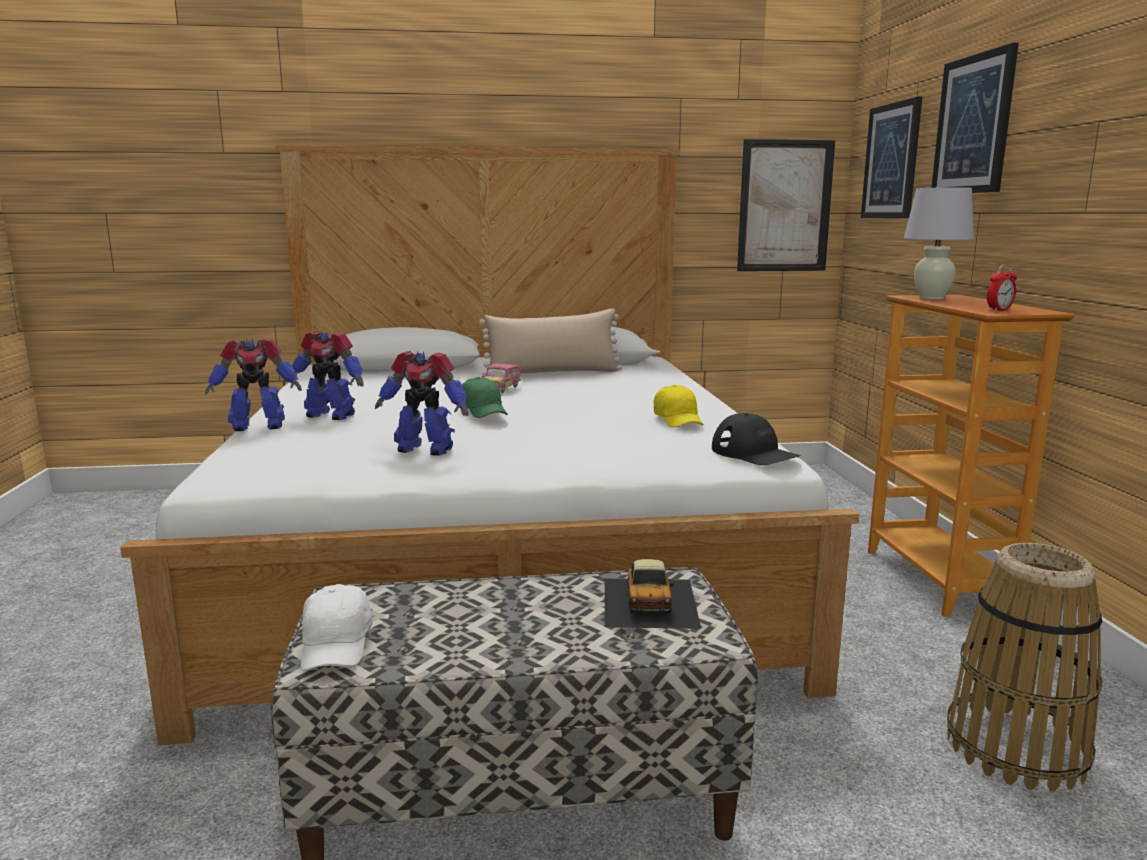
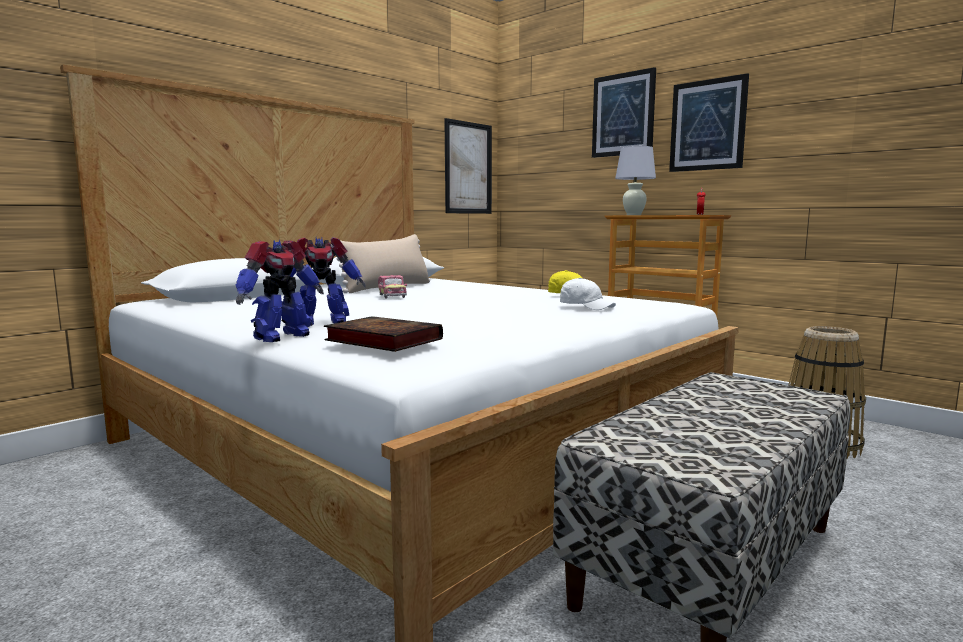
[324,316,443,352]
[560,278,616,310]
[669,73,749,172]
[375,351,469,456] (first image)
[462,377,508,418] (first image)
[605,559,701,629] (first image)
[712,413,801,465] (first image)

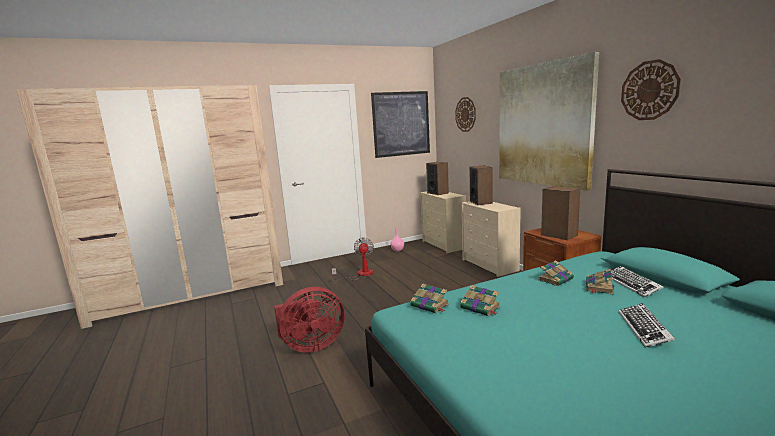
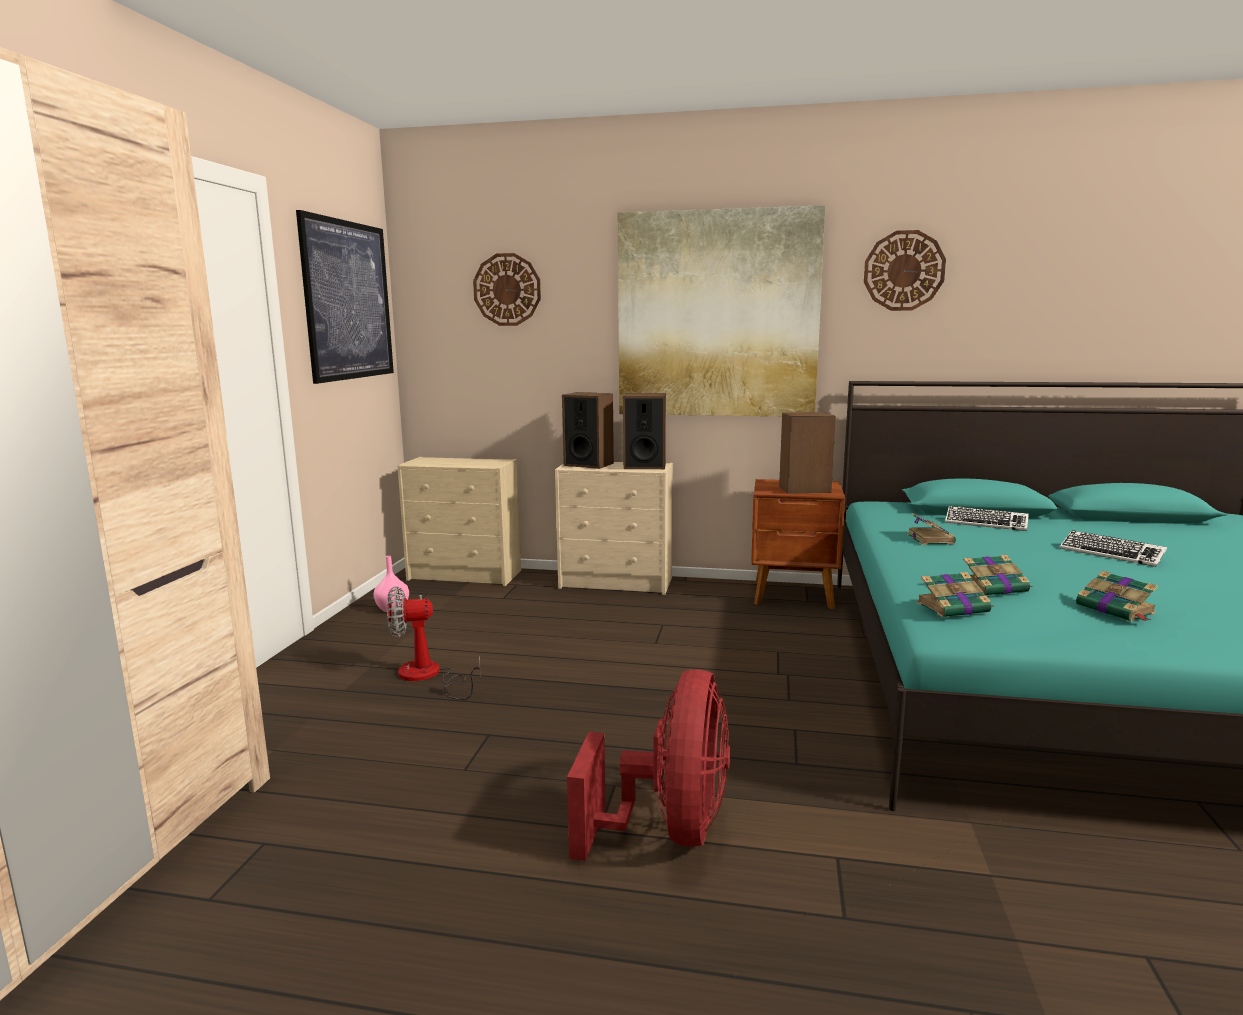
[387,586,481,700]
[623,393,666,469]
[1076,571,1158,622]

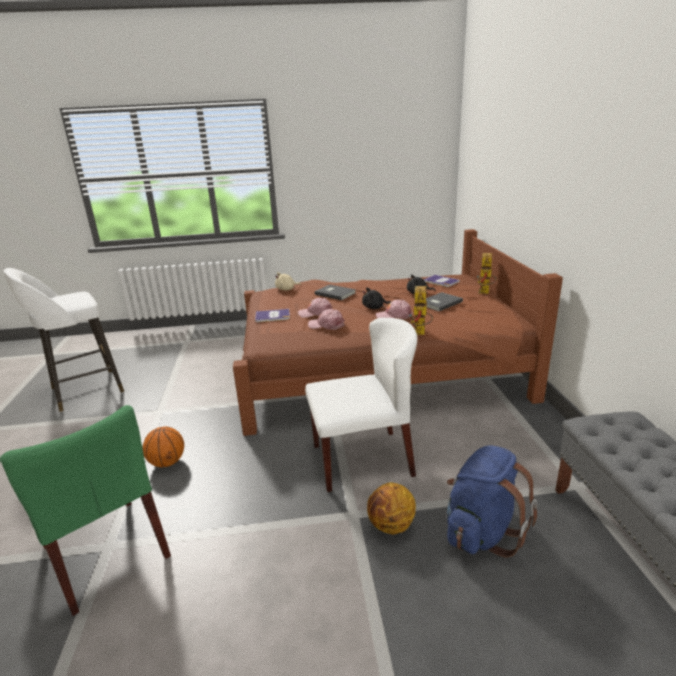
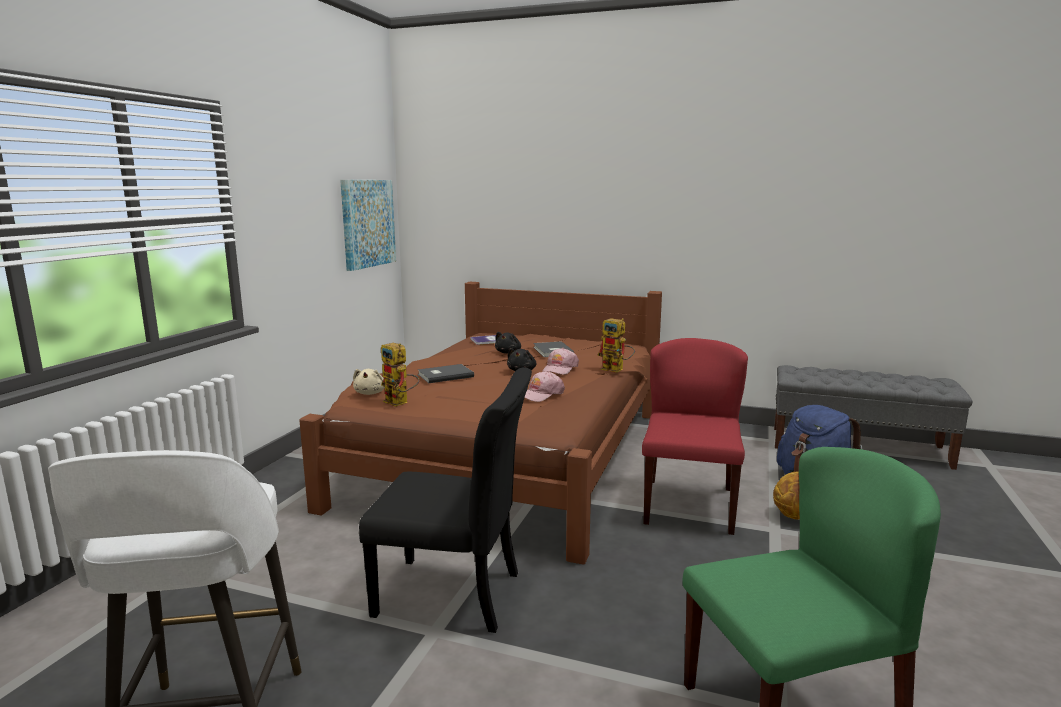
[340,180,396,271]
[359,367,532,633]
[381,343,419,406]
[642,338,748,535]
[143,426,184,467] (first image)
[255,309,290,322] (first image)
[298,298,333,318] (first image)

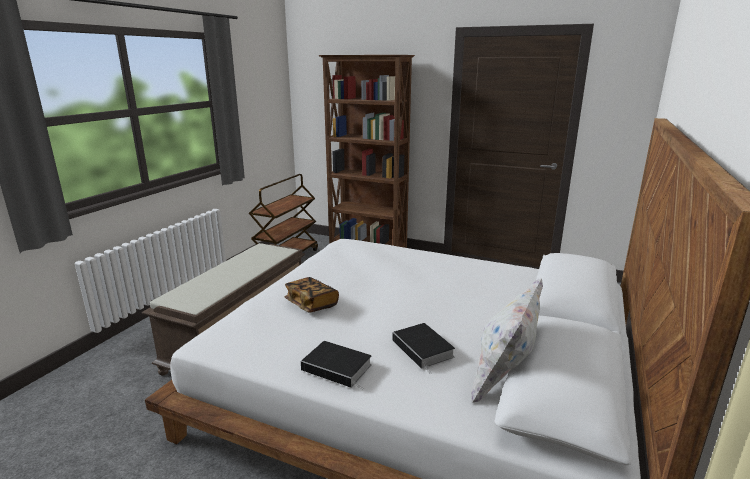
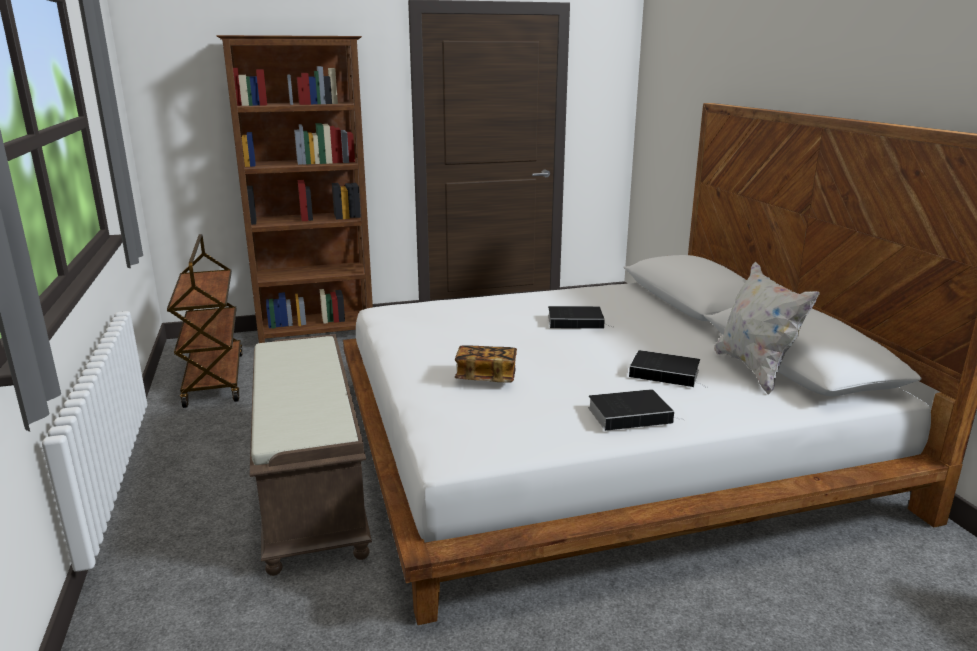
[548,306,613,329]

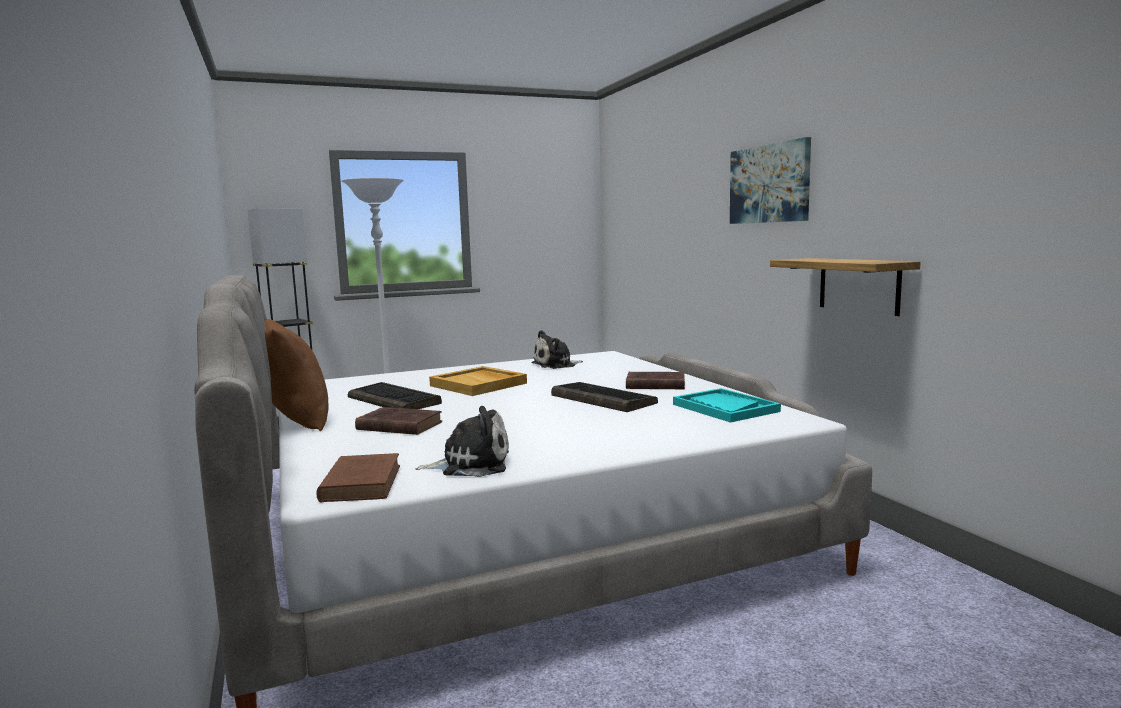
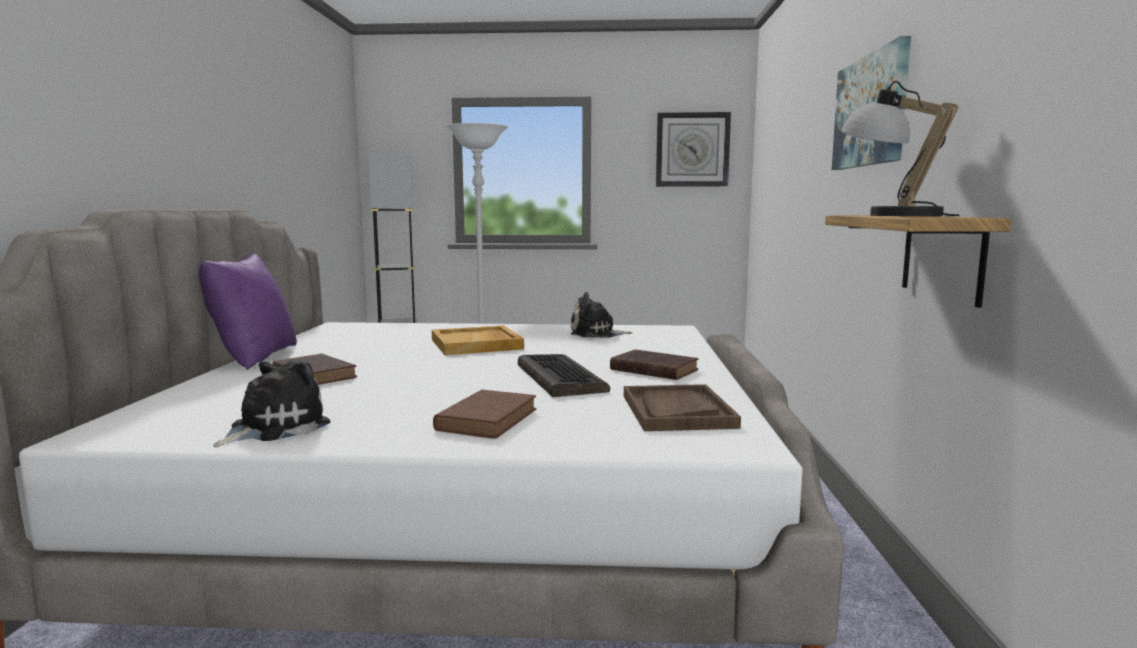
[199,254,297,370]
[213,360,330,447]
[433,389,536,439]
[624,384,741,431]
[656,112,731,187]
[841,81,959,216]
[348,382,442,409] (first image)

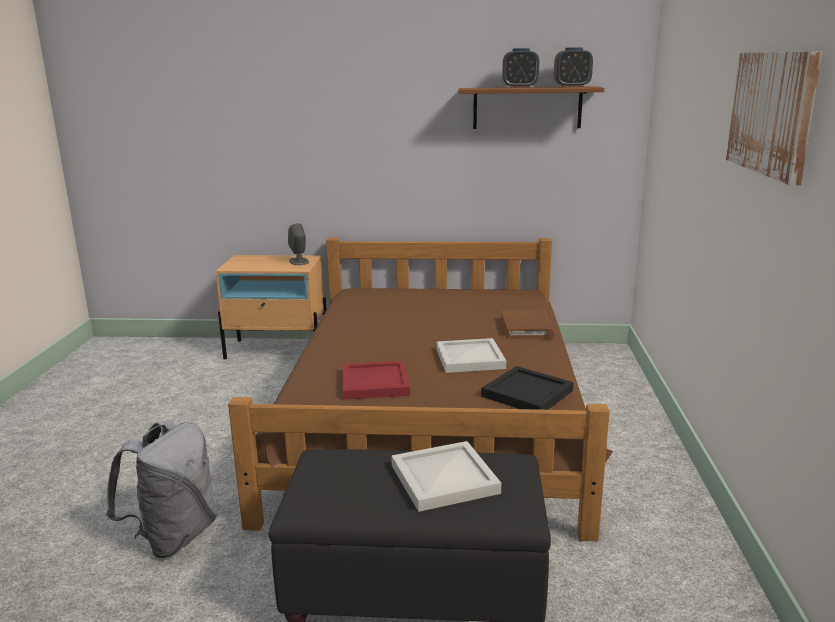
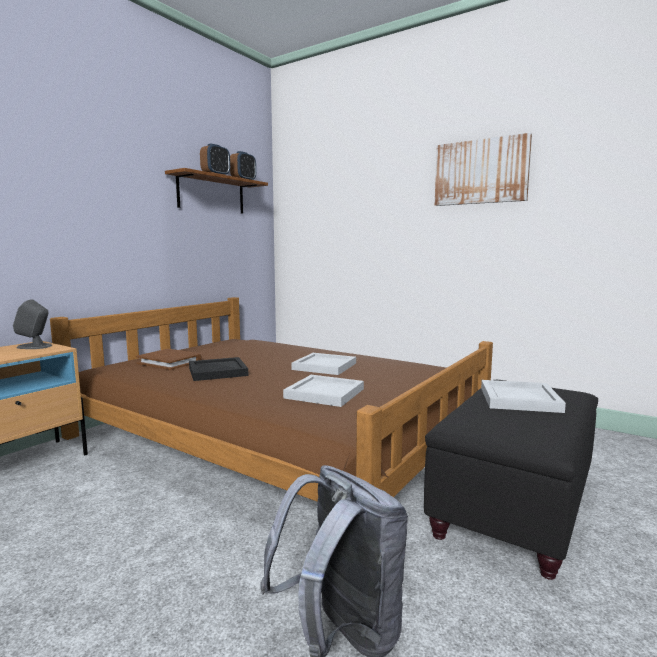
[136,349,202,370]
[189,357,248,381]
[283,375,364,407]

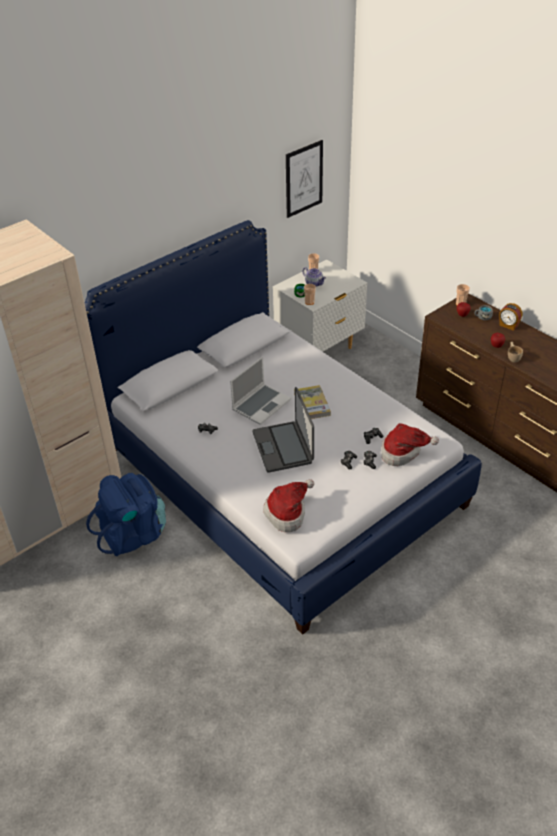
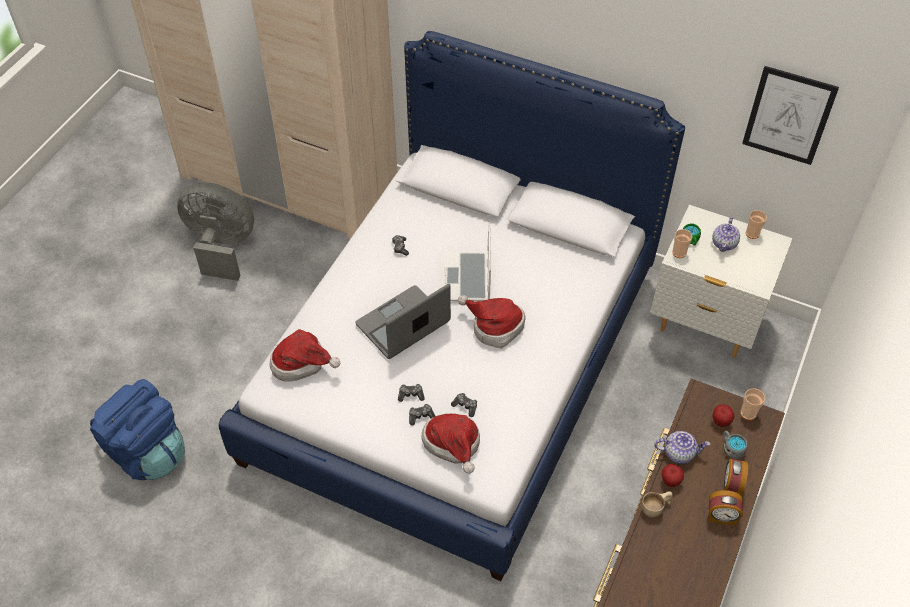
[90,379,185,480]
[177,182,254,281]
[443,222,491,301]
[458,295,526,349]
[654,431,710,464]
[709,490,743,525]

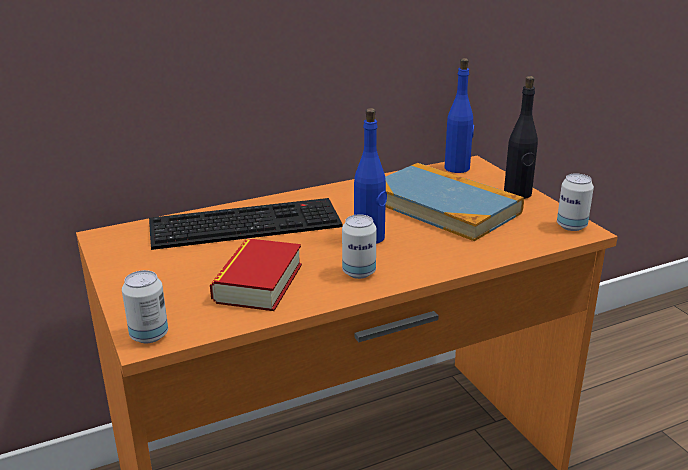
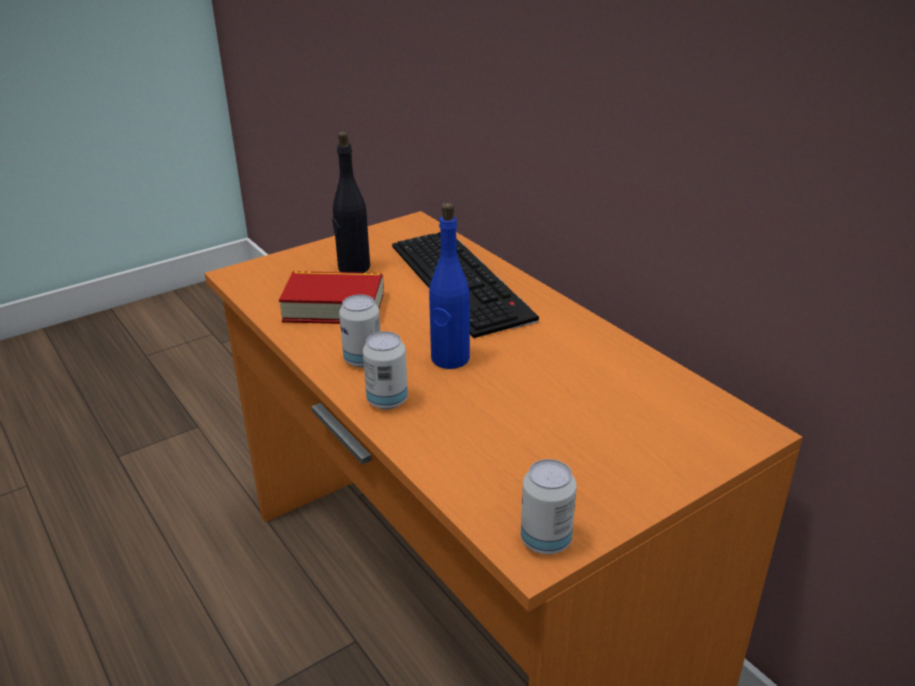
[332,132,370,273]
[363,331,408,410]
[385,163,524,241] (first image)
[445,58,474,173] (first image)

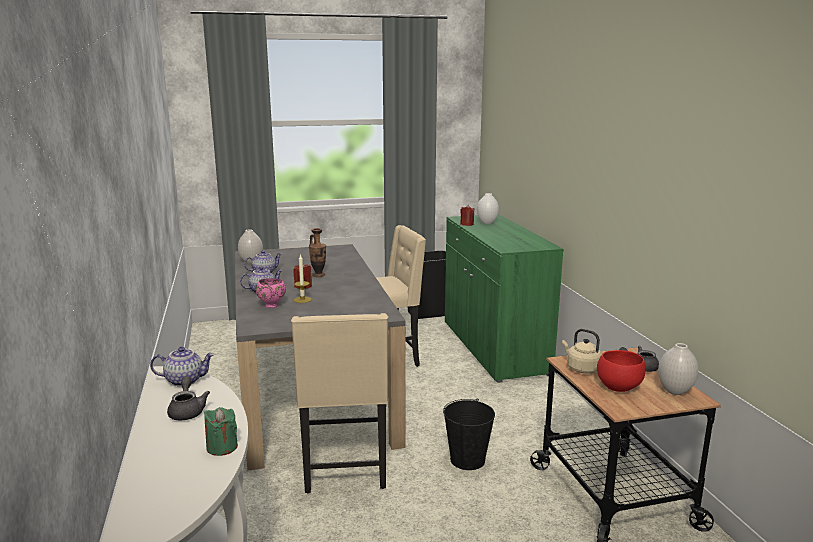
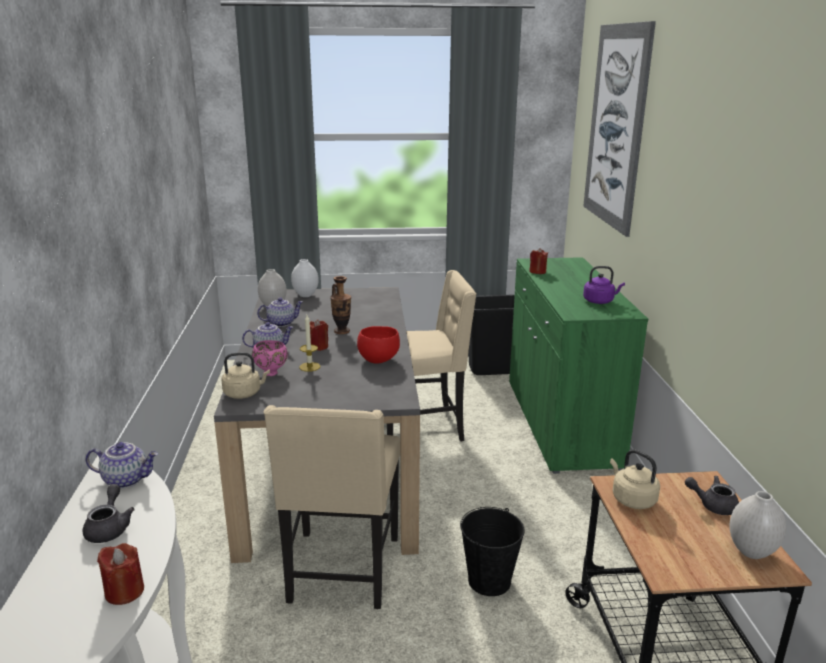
[97,543,144,605]
[221,352,270,399]
[291,259,319,297]
[357,326,400,363]
[583,21,656,237]
[583,266,625,304]

